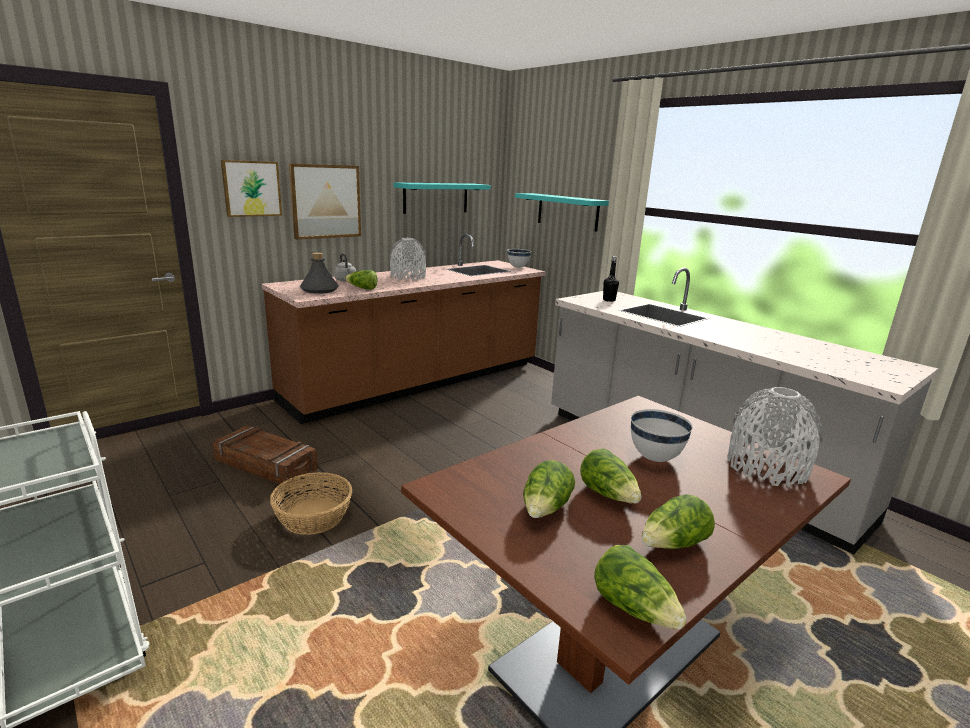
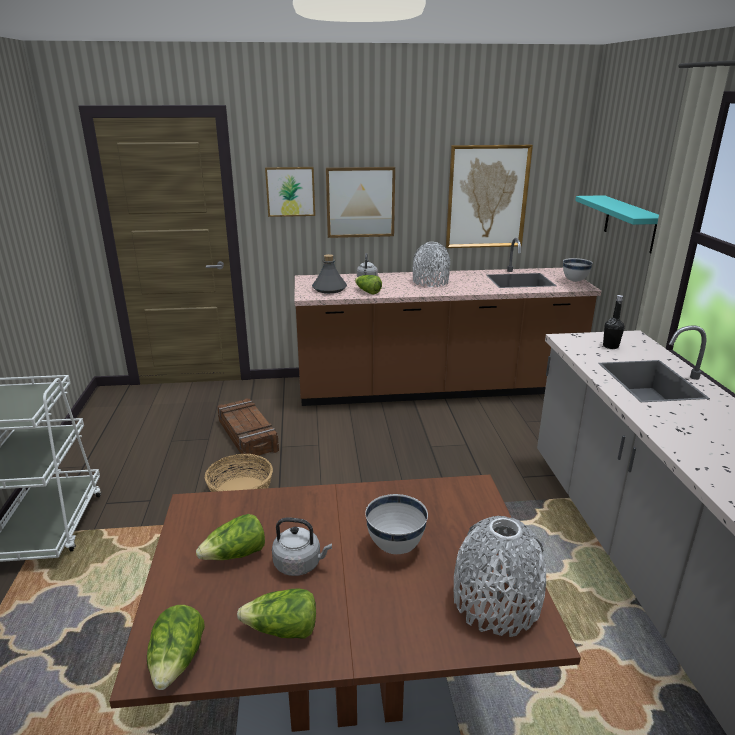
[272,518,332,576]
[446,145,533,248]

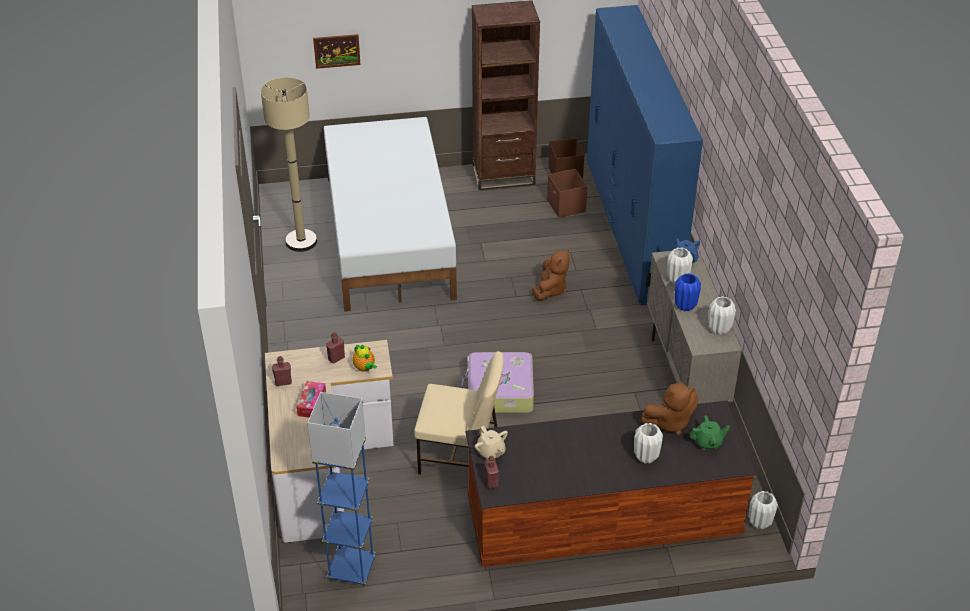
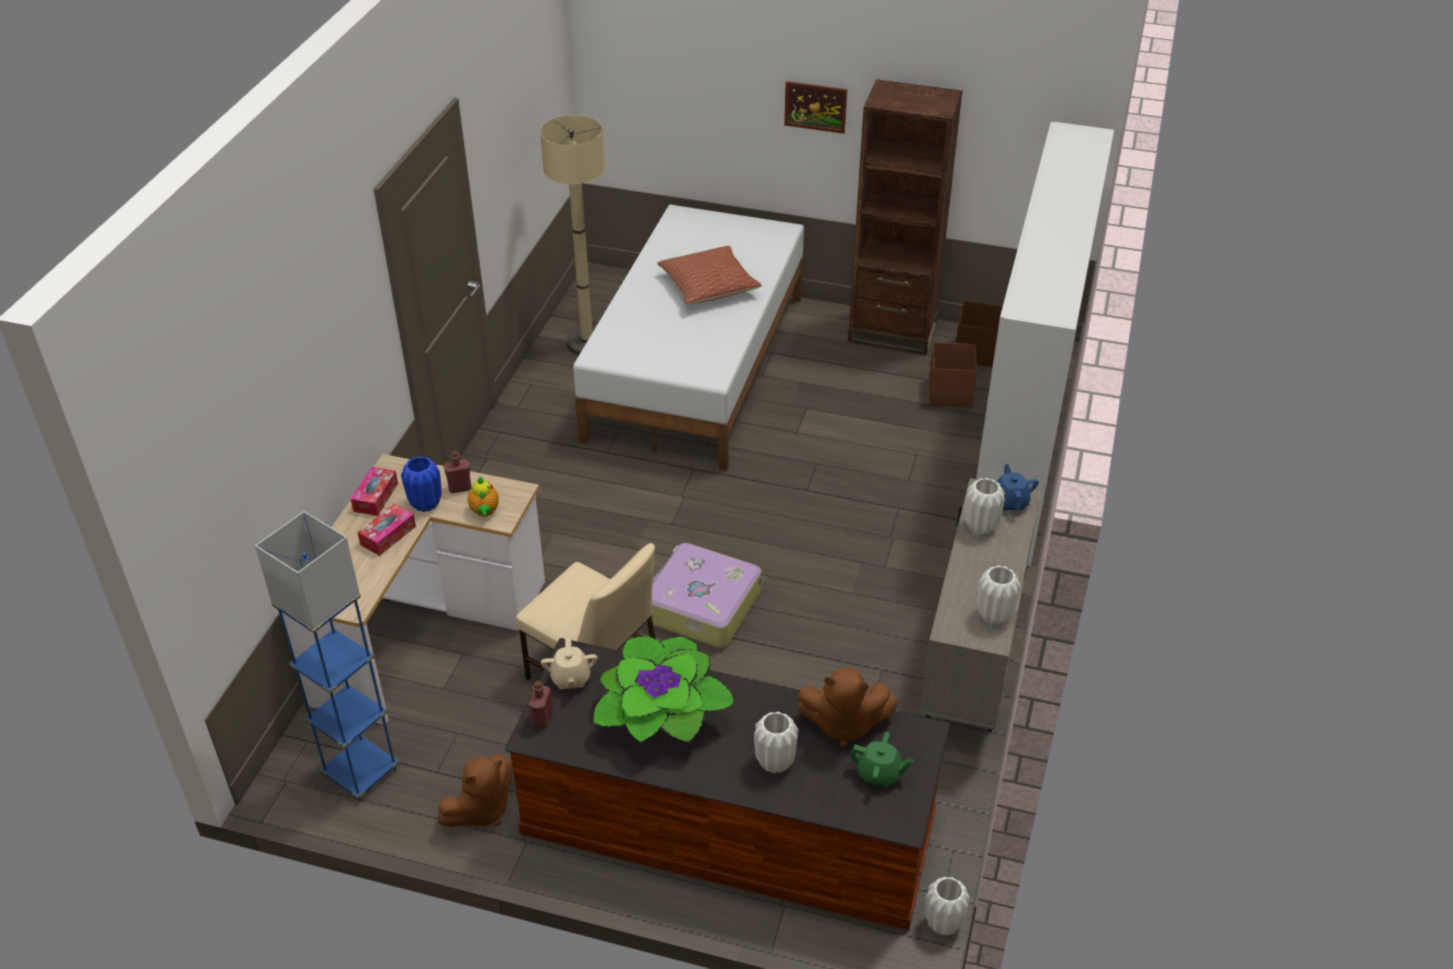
[351,467,398,516]
[401,456,442,512]
[438,754,513,827]
[593,636,735,743]
[657,246,762,305]
[784,81,847,134]
[976,122,1114,566]

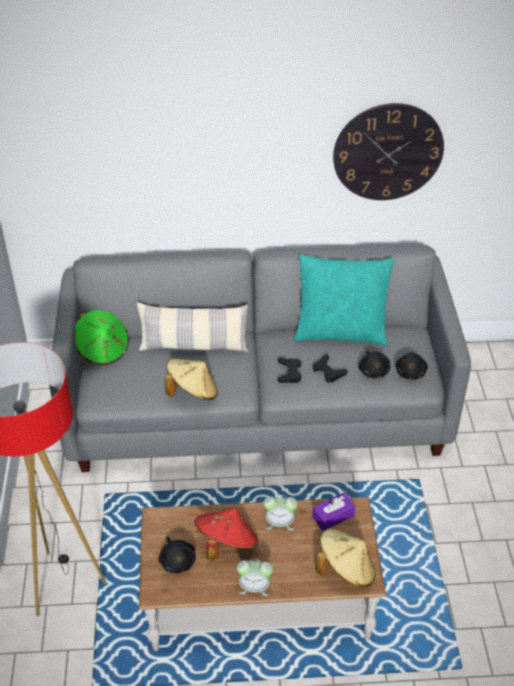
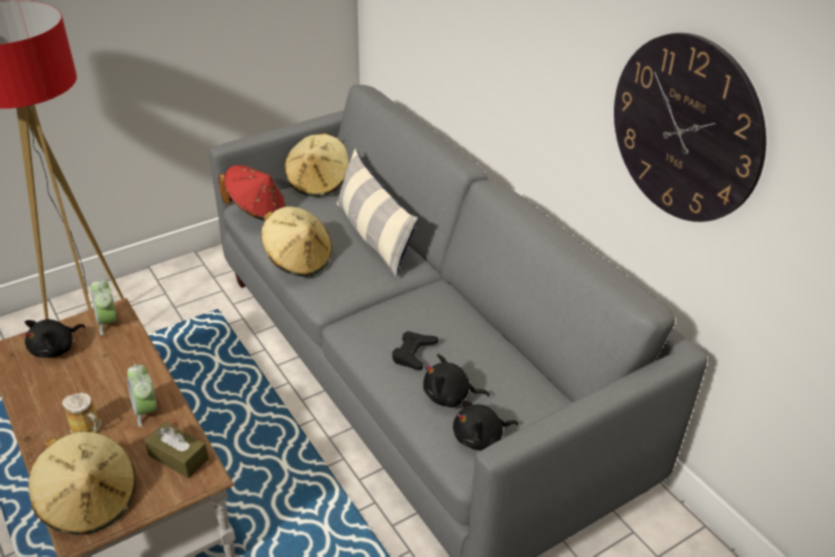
[62,393,101,433]
[91,279,116,335]
[144,422,209,478]
[219,165,286,221]
[285,133,349,197]
[423,354,490,407]
[277,358,302,383] (first image)
[294,255,395,346] (first image)

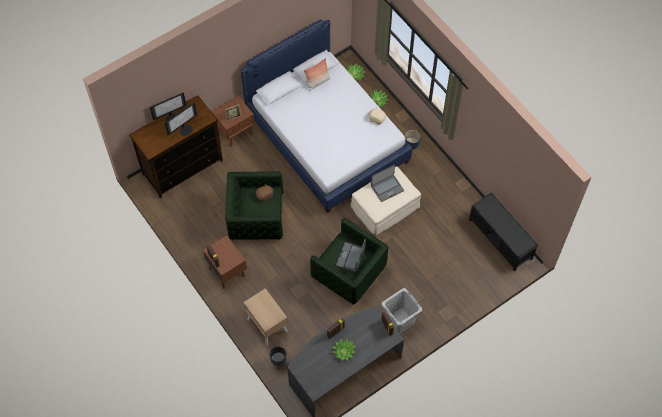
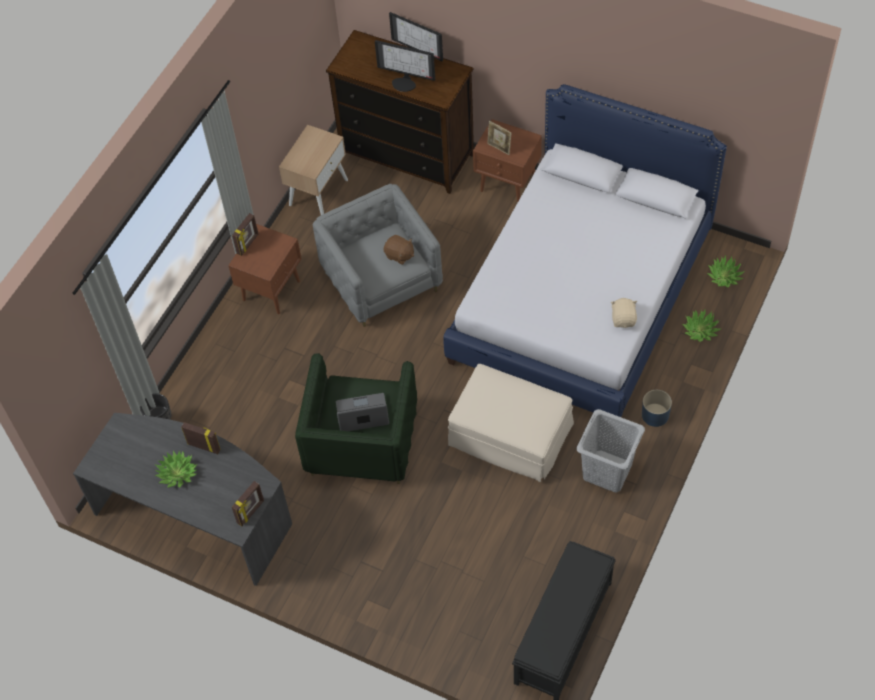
[279,125,348,215]
[313,184,443,327]
[576,409,645,493]
[304,58,331,91] (first image)
[371,165,404,202] (first image)

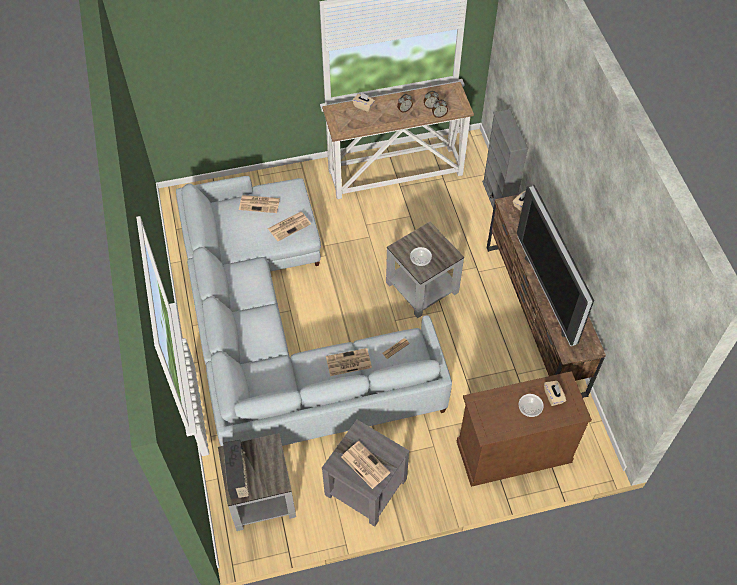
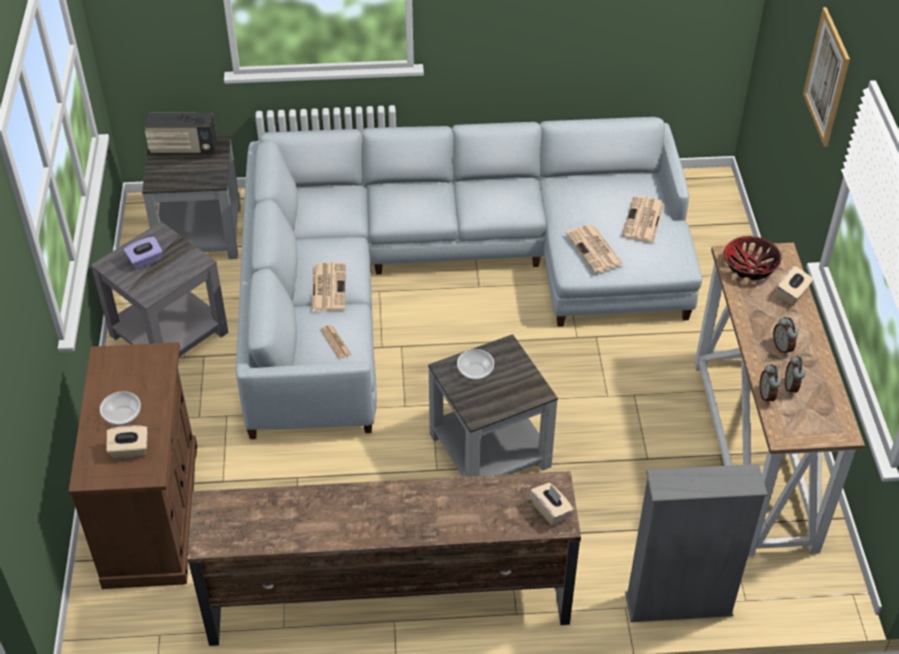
[123,237,163,270]
[724,236,781,280]
[803,7,850,147]
[517,185,594,346] (first image)

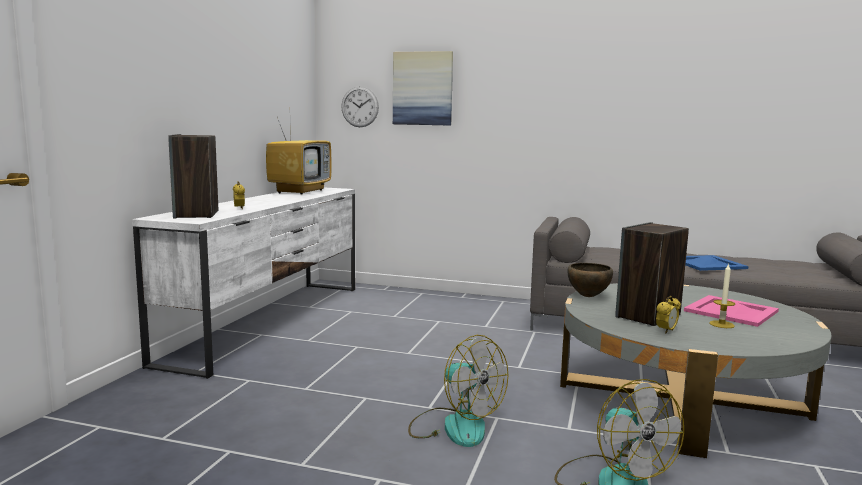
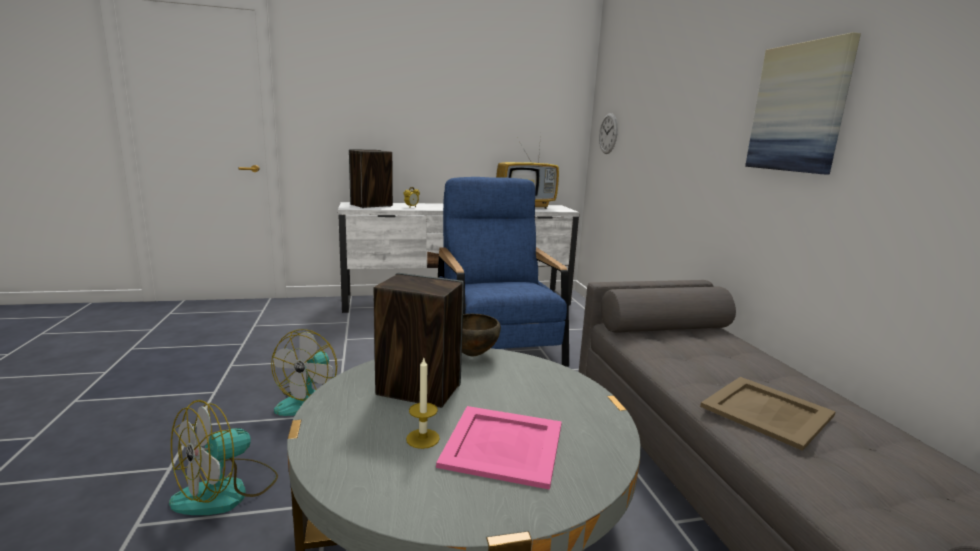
[438,177,569,367]
[700,377,836,451]
[745,32,861,175]
[656,296,681,334] (first image)

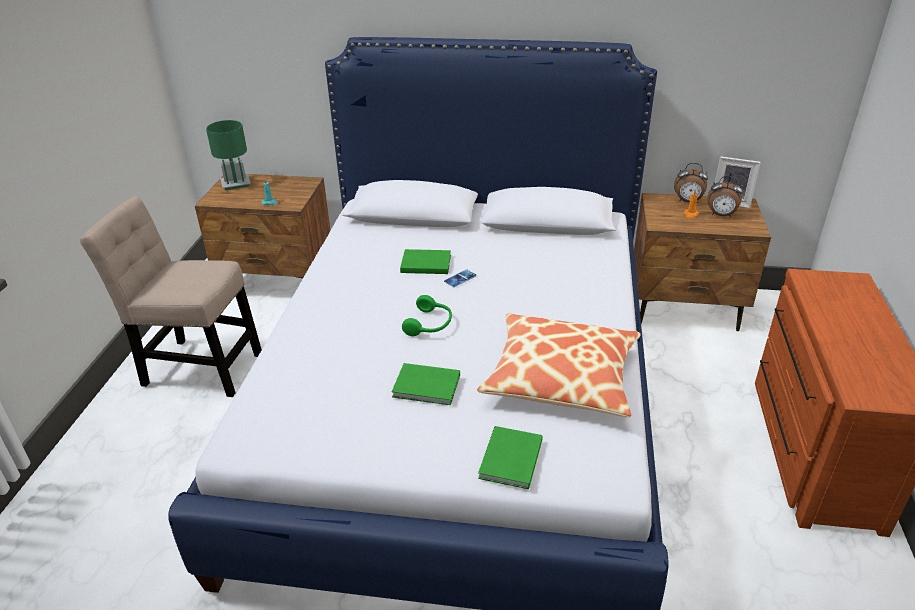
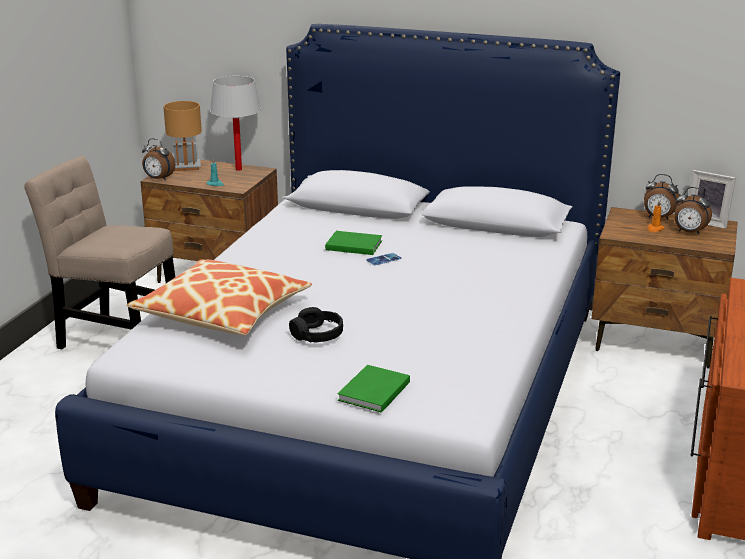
[127,259,312,335]
[142,138,175,181]
[163,101,202,171]
[210,76,261,171]
[289,307,343,342]
[402,295,452,336] (first image)

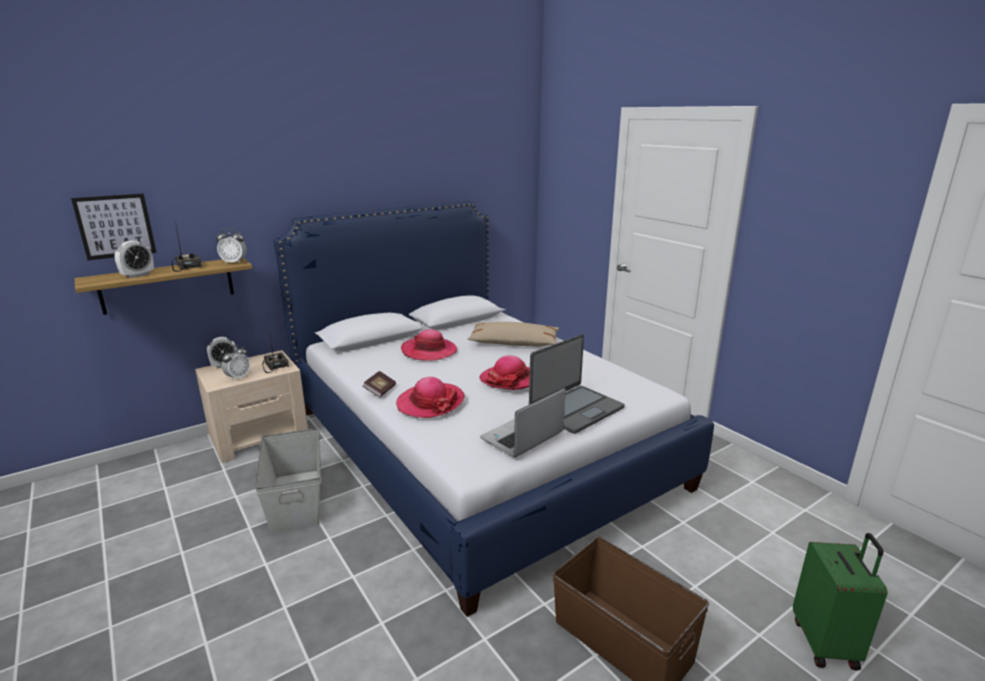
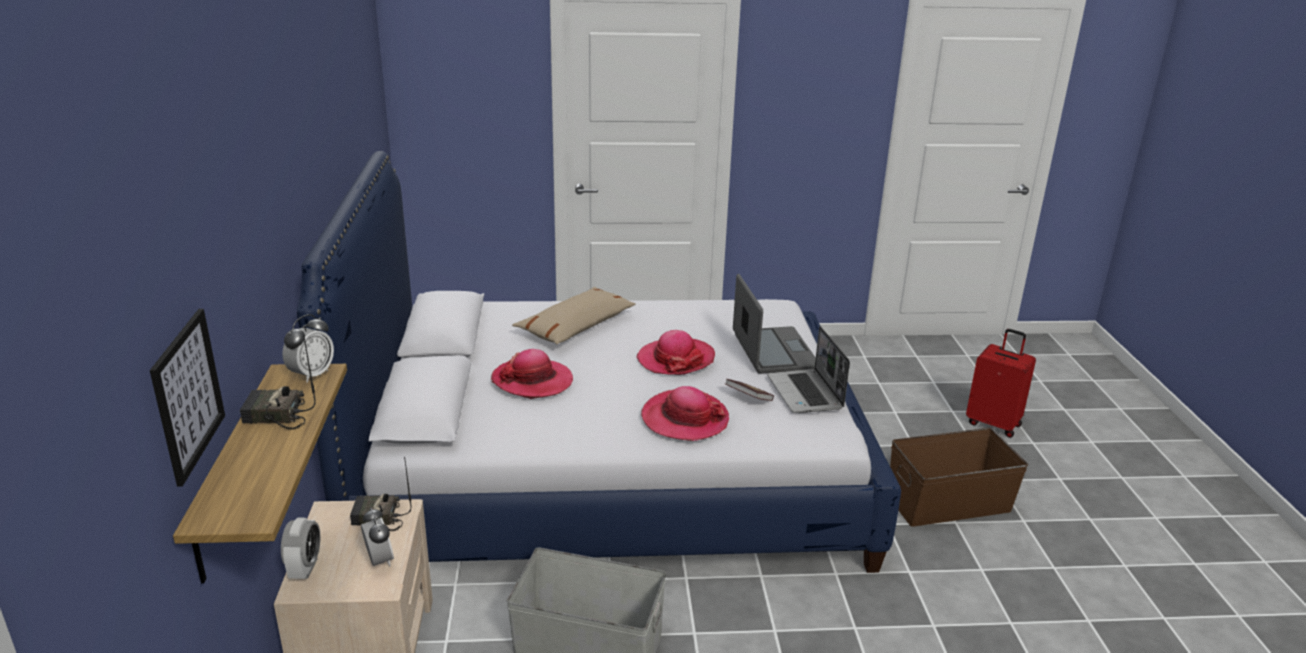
[725,379,774,401]
[966,329,1036,438]
[114,240,154,278] (first image)

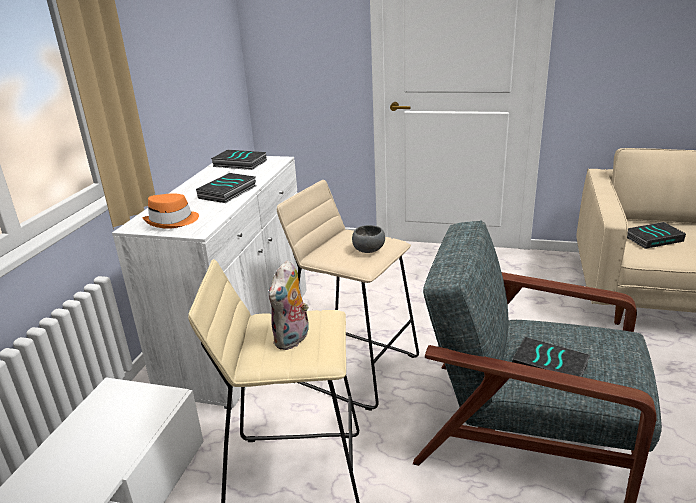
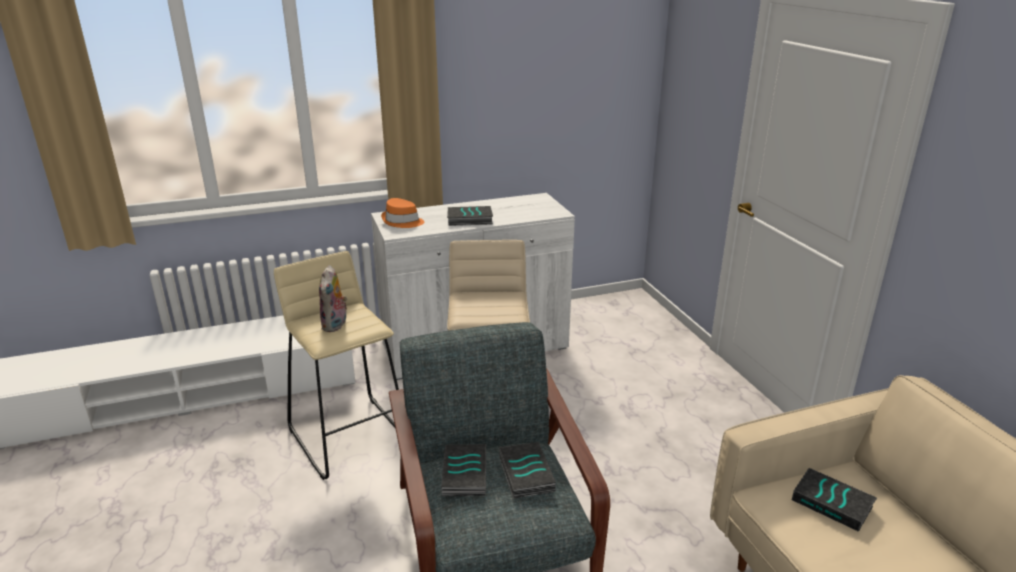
[319,265,347,332]
[499,442,556,499]
[352,225,385,253] (first image)

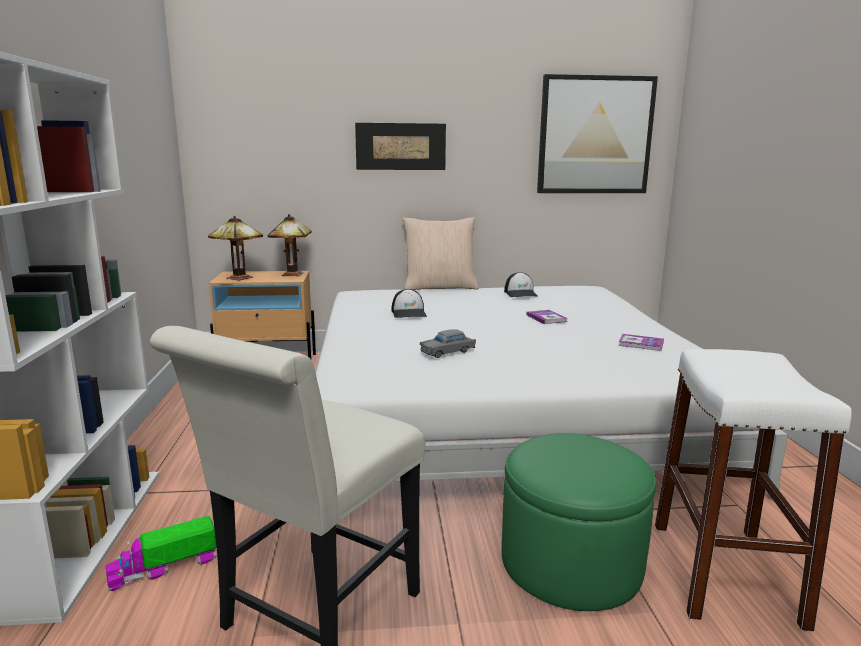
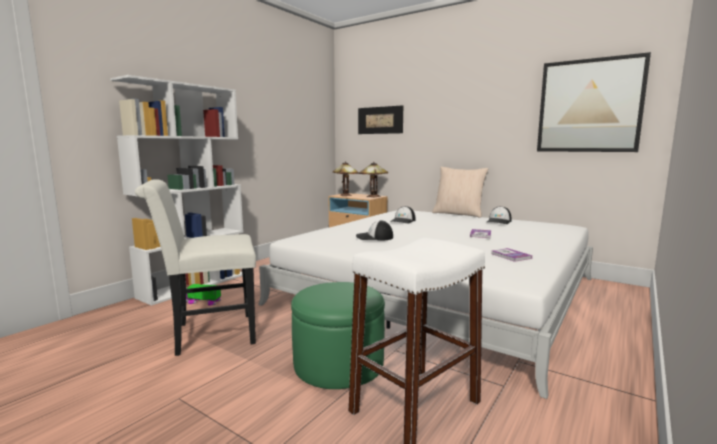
[356,220,393,240]
[358,105,403,134]

